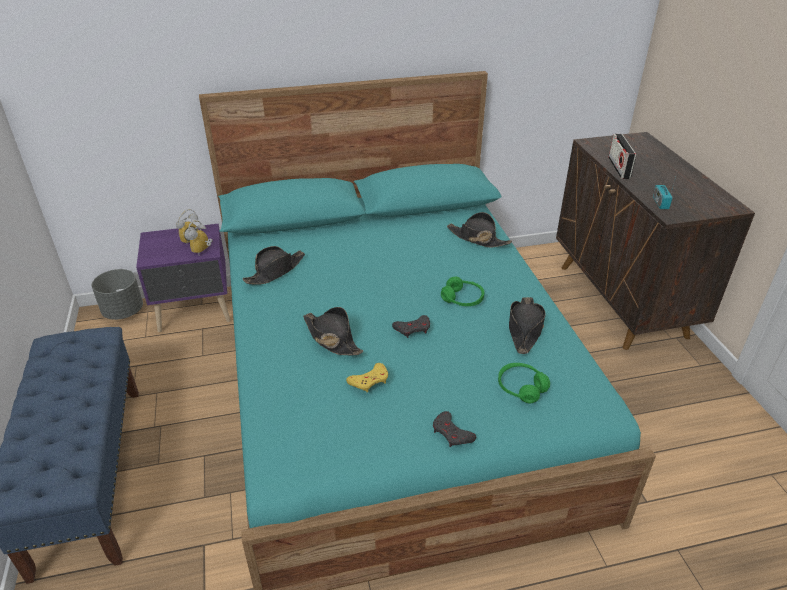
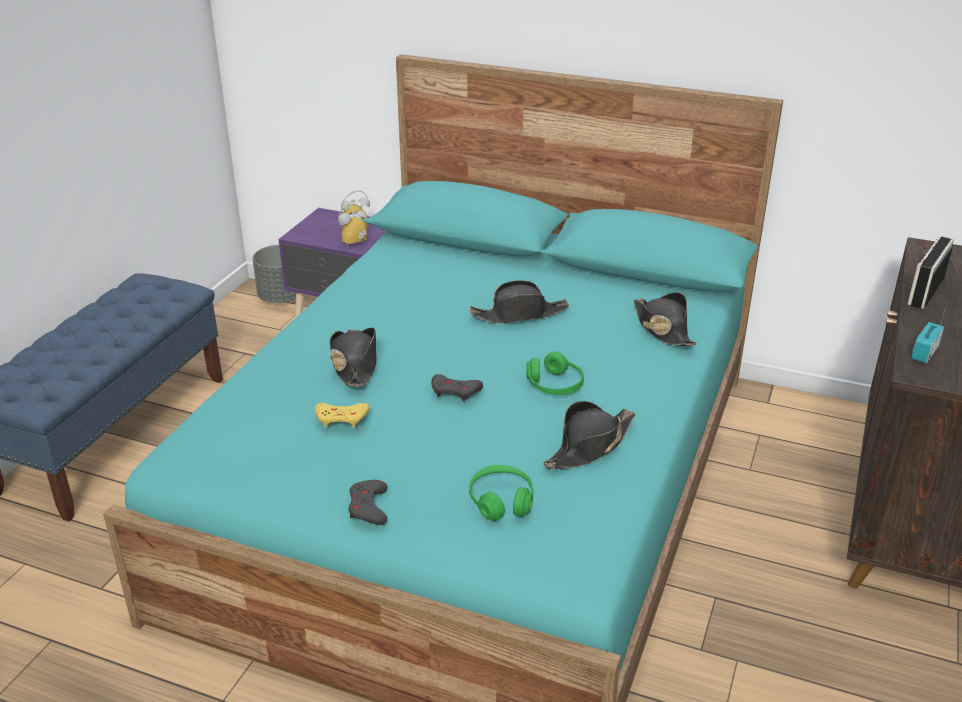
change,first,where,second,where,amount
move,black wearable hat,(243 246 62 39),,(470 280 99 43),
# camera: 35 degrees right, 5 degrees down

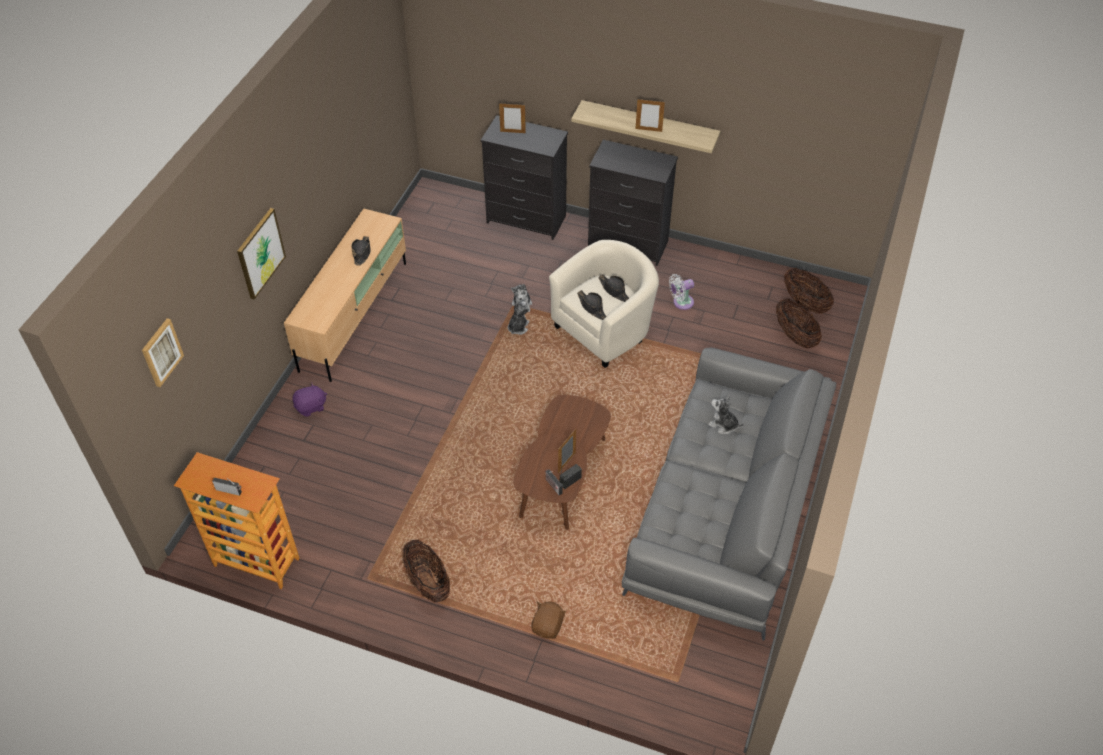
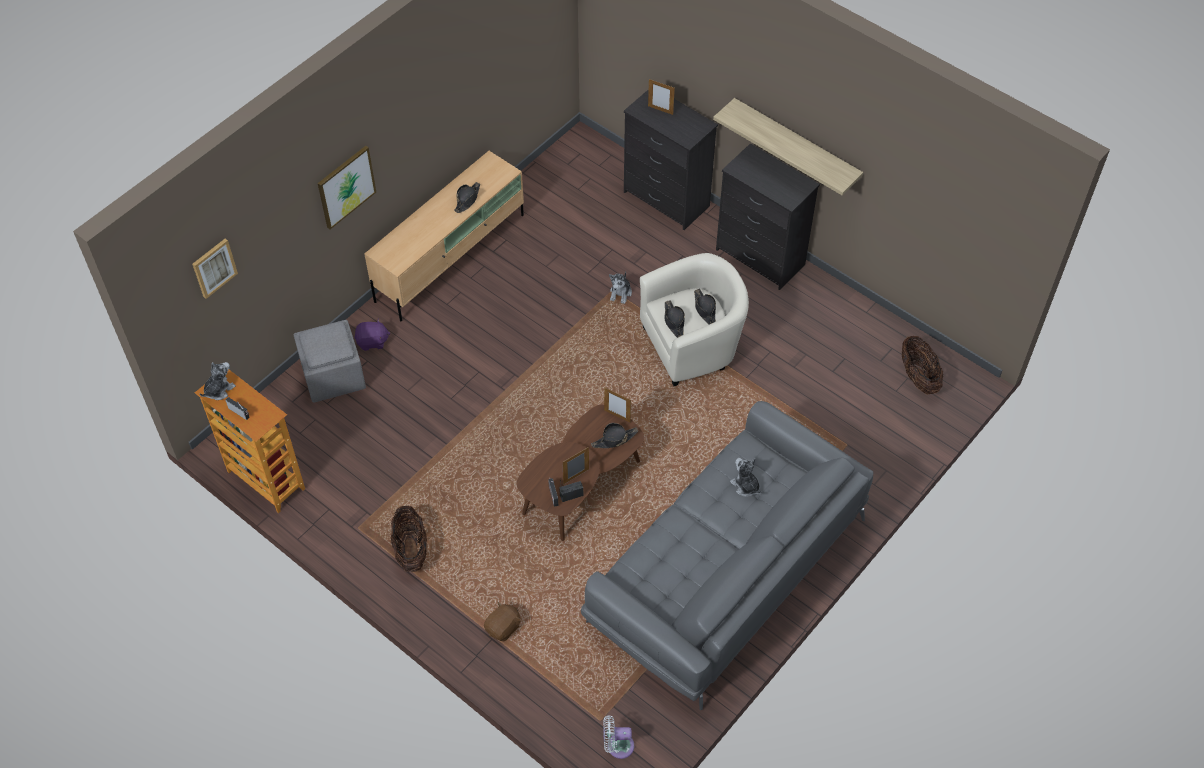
change,first,where,second,where,amount
delete,storage basket,(776 299 46 49),,,
insert,,,greyish footrest,(294 320 72 83),
insert,,,black wearable hat,(591 423 47 25),
move,soft toy,(508 301 22 34),,(199 362 37 38),
move,standing frame,(635 98 30 34),,(604 388 27 35),
move,white-coloured cooling fan,(669 274 25 36),,(603 715 31 44),
# camera: 20 degrees right, 5 degrees up

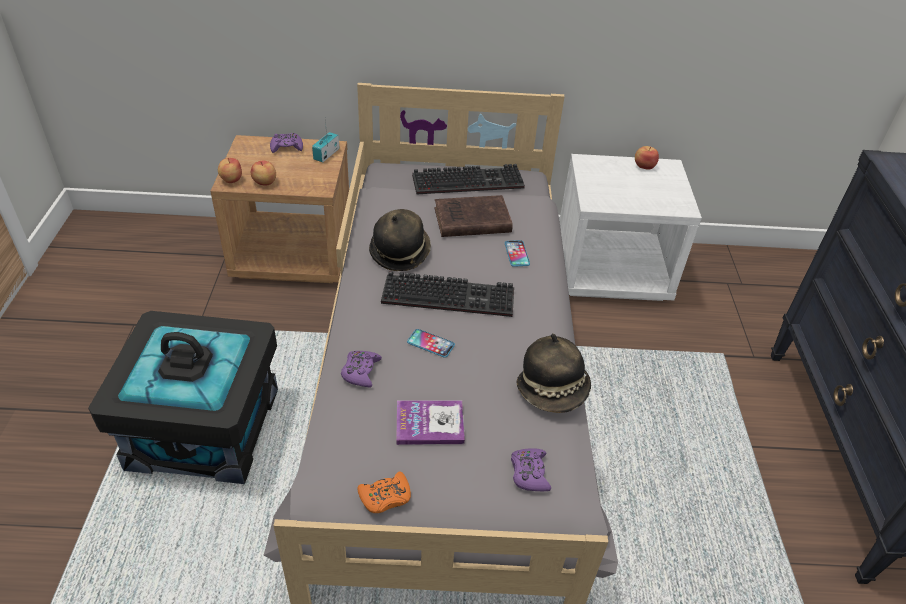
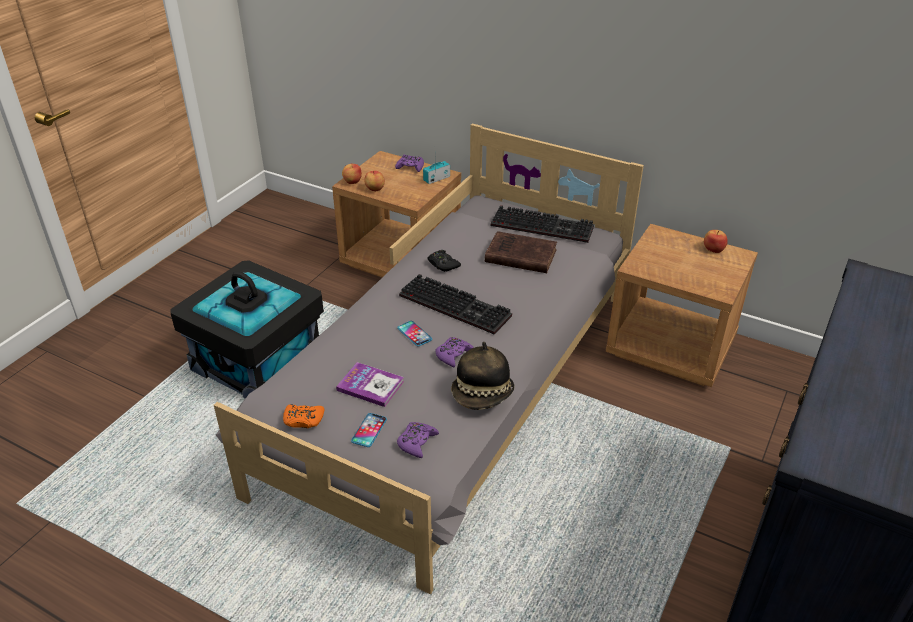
change,first,where,second,where,amount
move,purplish joypad,(341 351 41 36),,(435 337 39 30),
move,telephone,(505 240 25 27),,(351 413 36 34),
replace,wearable hat,(369 209 62 62),black joypad,(428 250 33 22),
recolor,white-coloured nightstand,(559 154 143 147),brownish nightstand,(606 224 152 163),
# camera: 30 degrees right, 5 degrees down

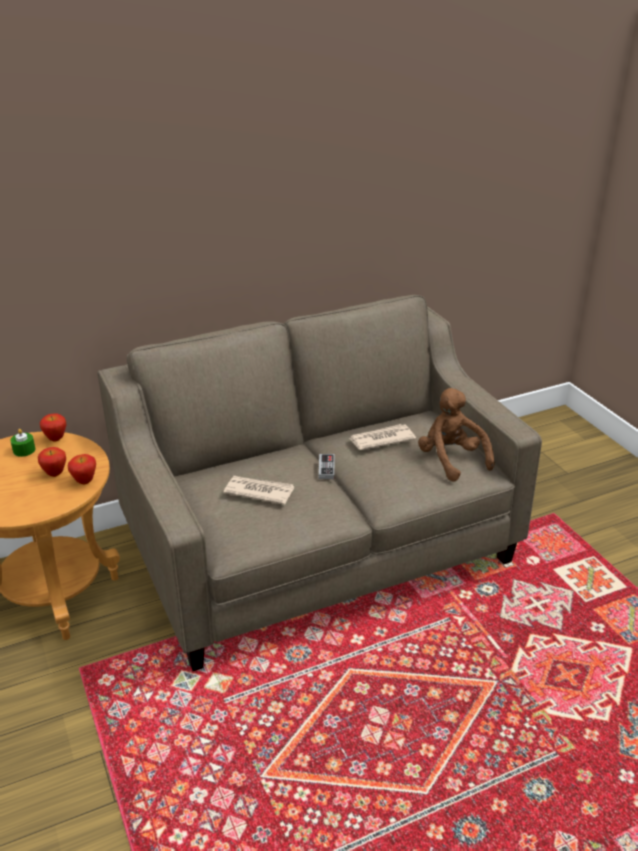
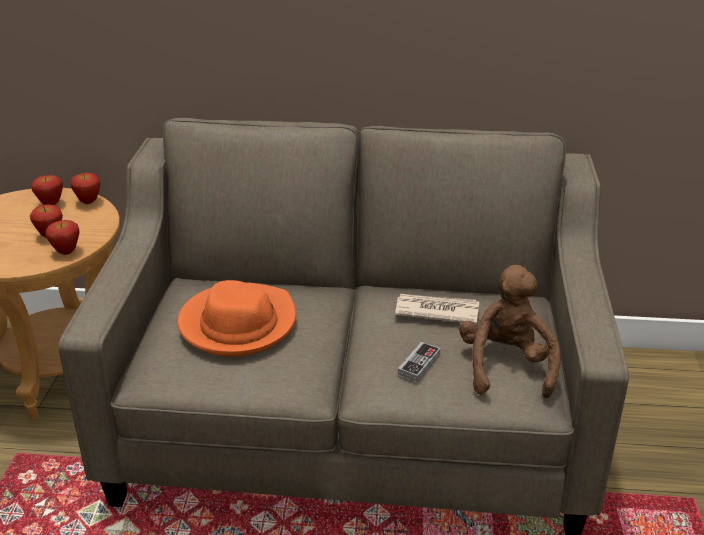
change,first,where,second,where,amount
move,joypad,(319 454 15 25),,(398 341 43 41),
replace,greenish wax candle,(10 429 25 28),apple,(31 175 32 30),
replace,newspaper,(223 476 72 29),orangey wearable hat,(177 280 119 77),
# camera: 30 degrees right, 0 degrees up

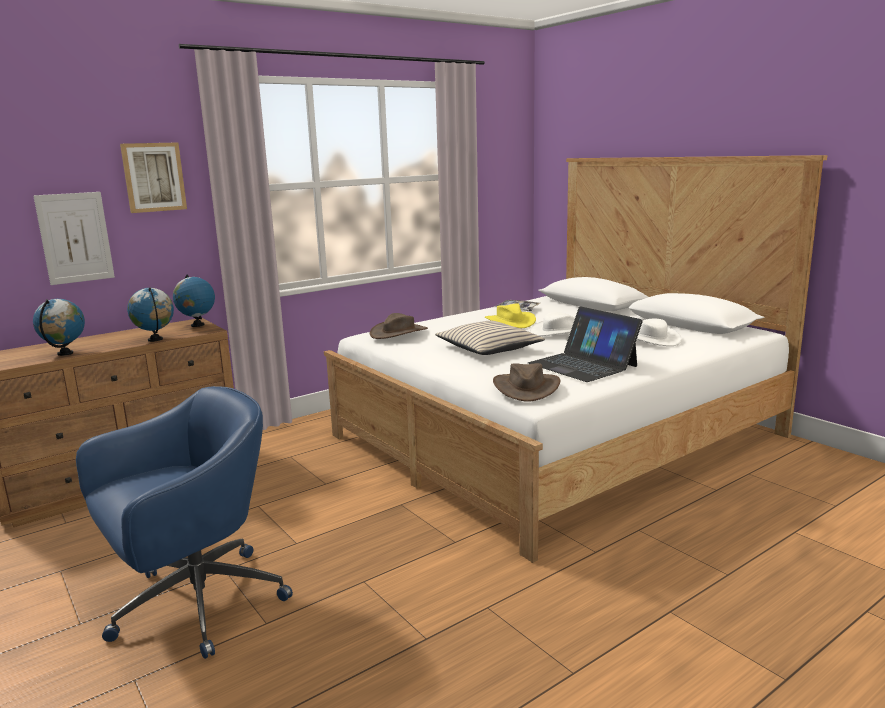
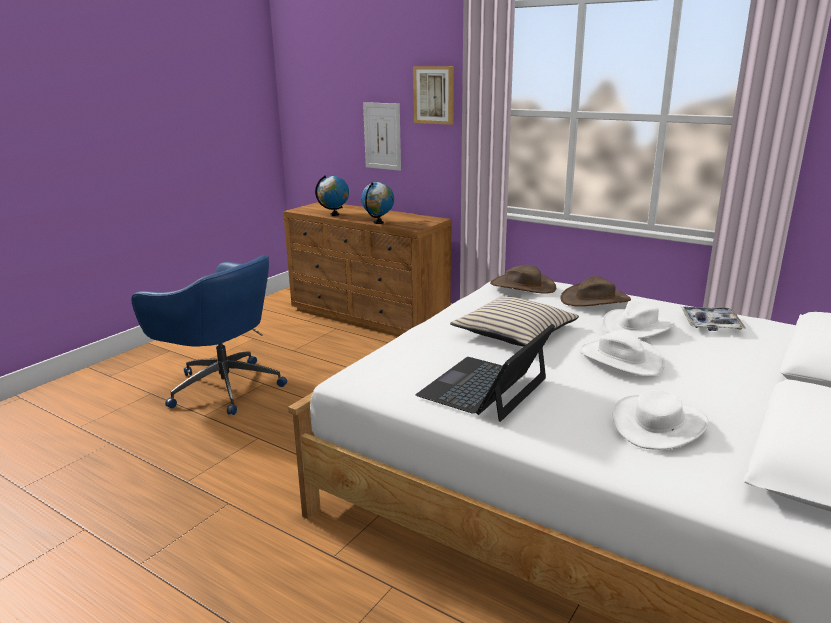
change,first,where,second,where,amount
delete,desk globe,(173 274 42 53),,,
move,brownish wearable hat,(493 363 67 39),,(560 276 71 30),
recolor,yellowish wearable hat,(485 303 51 25),white-coloured wearable hat,(602 301 73 38),
# camera: 70 degrees right, 5 degrees up

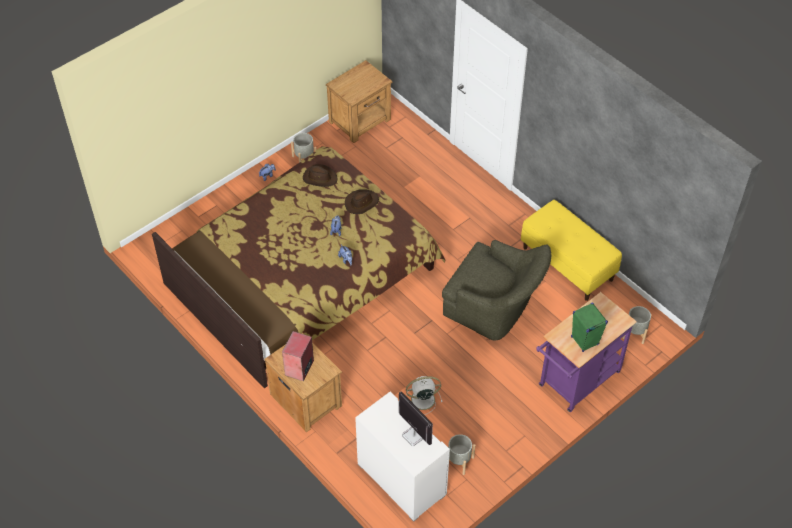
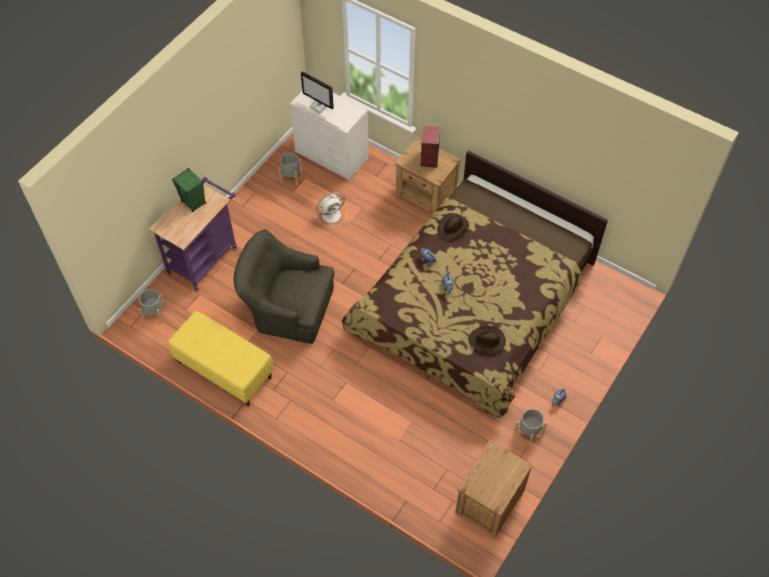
change,first,where,second,where,amount
move,brownish wearable hat,(345 190 34 24),,(438 213 31 27),
# camera: 165 degrees right, 5 degrees up

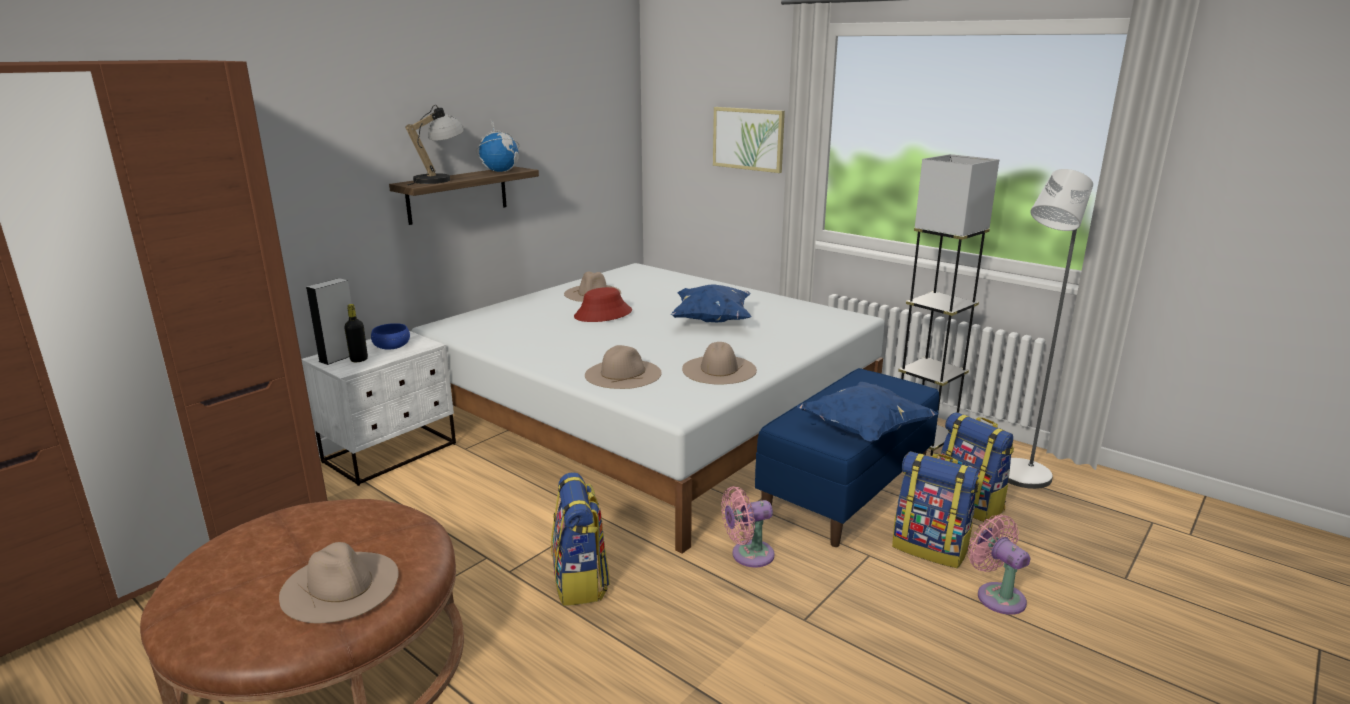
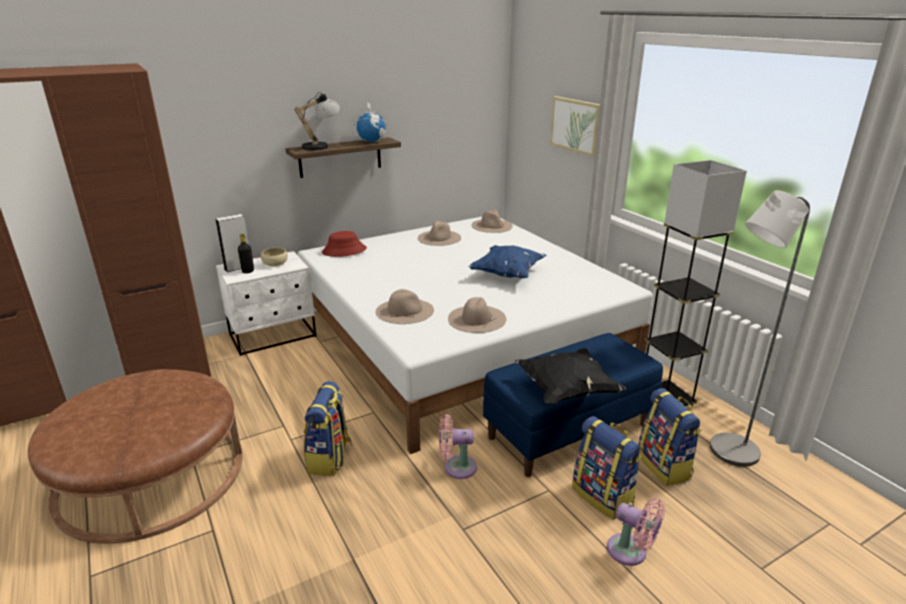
change,first,where,second,where,amount
move,sand-coloured wearable hat,(279 542 120 81),,(471 210 42 23),
move,reddish wearable hat,(574 287 58 35),,(322 231 45 26),
recolor,blue-coloured serving bowl,(371 323 39 27),sand-coloured serving bowl,(261 248 27 18),
recolor,blue-coloured throw pillow,(797 382 141 60),black throw pillow,(515 348 111 56),
rotate,pinkish cooling fan,(968 515 62 100),,(607 498 58 68),135 degrees clockwise
# camera: 20 degrees right, 5 degrees up

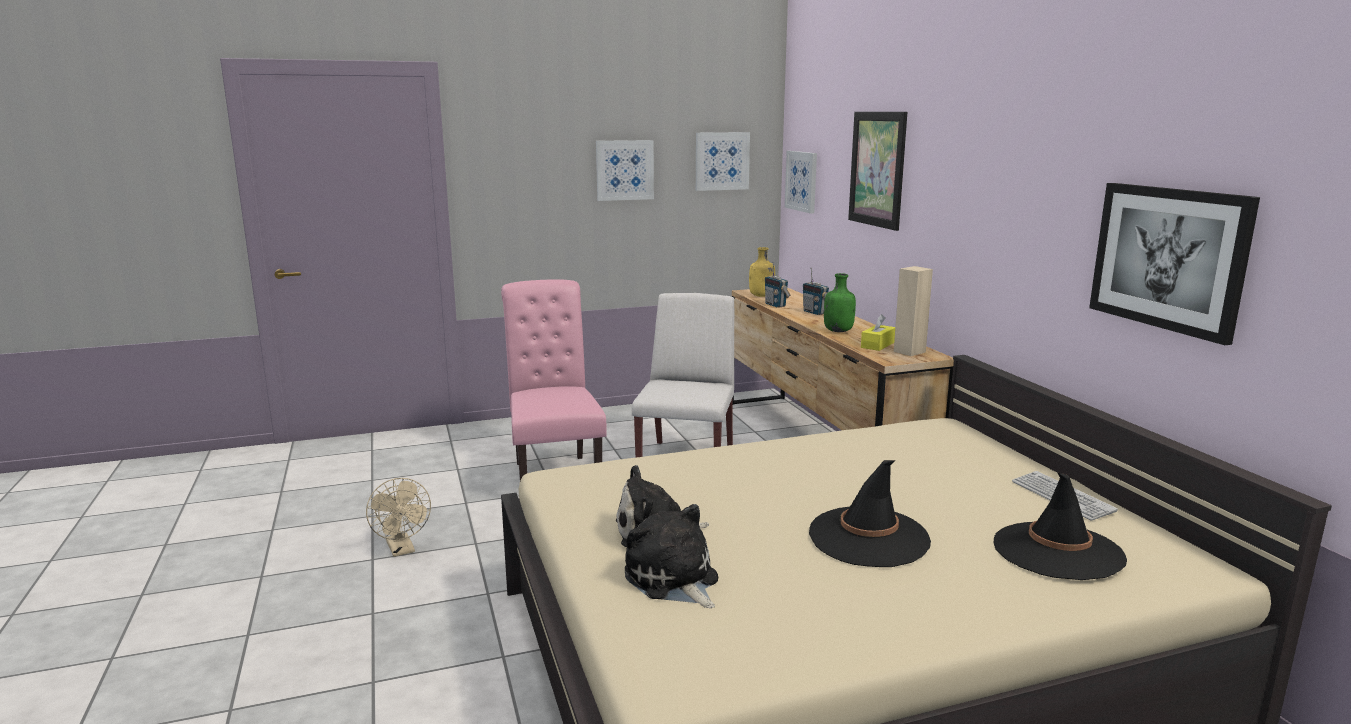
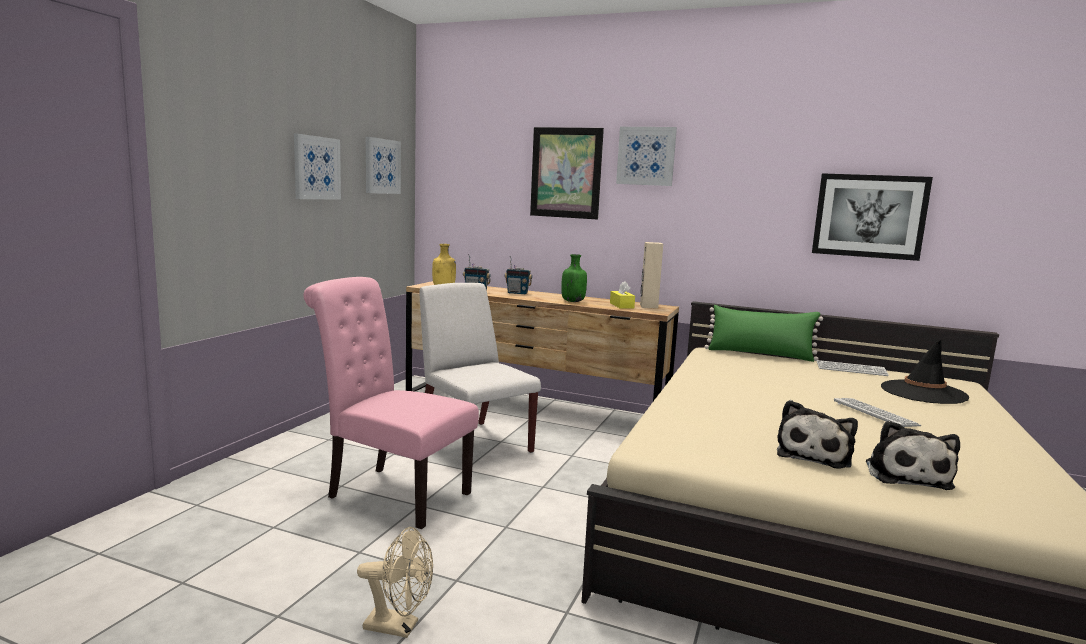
change,first,where,second,where,amount
insert,,,greenish throw pillow,(704 305 119 57),
move,wall picture,(785 151 32 62),,(616 127 61 59),
replace,black wearable hat,(809 460 122 107),computer keyboard,(834 398 87 29),
rotate,soft toy,(625 504 93 104),,(866 421 94 69),90 degrees counterclockwise
# camera: 50 degrees left, 5 degrees down

